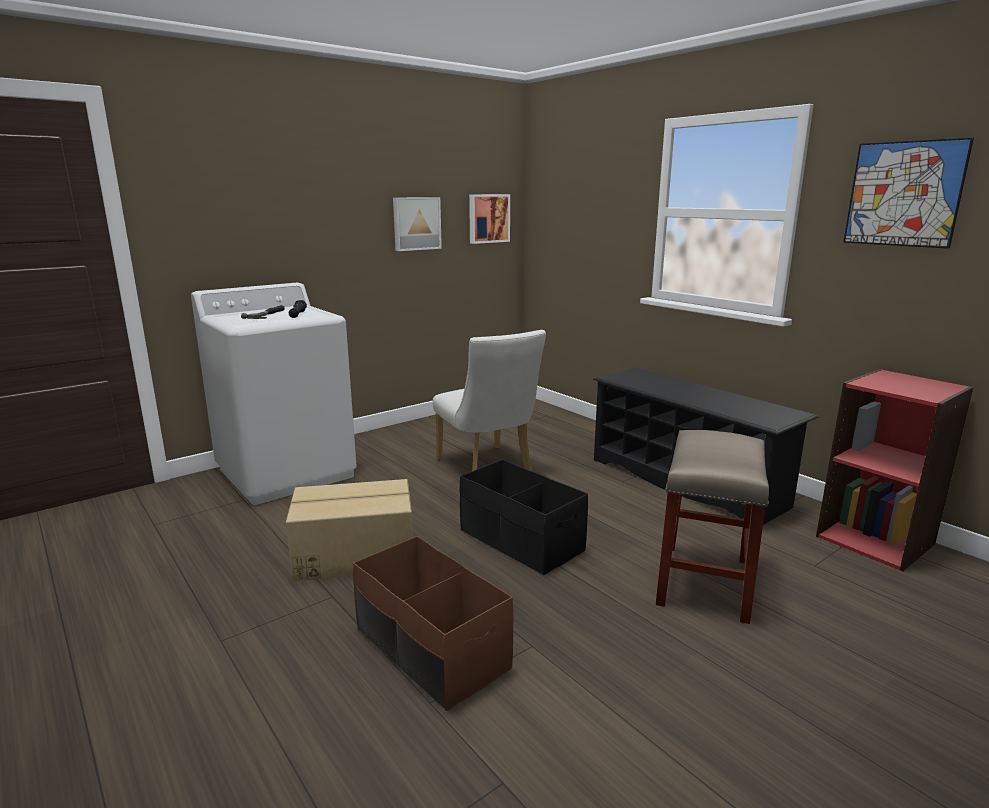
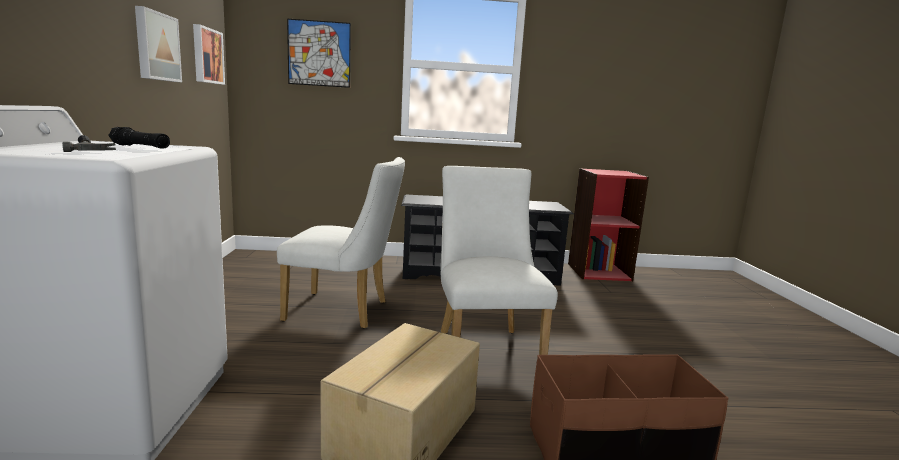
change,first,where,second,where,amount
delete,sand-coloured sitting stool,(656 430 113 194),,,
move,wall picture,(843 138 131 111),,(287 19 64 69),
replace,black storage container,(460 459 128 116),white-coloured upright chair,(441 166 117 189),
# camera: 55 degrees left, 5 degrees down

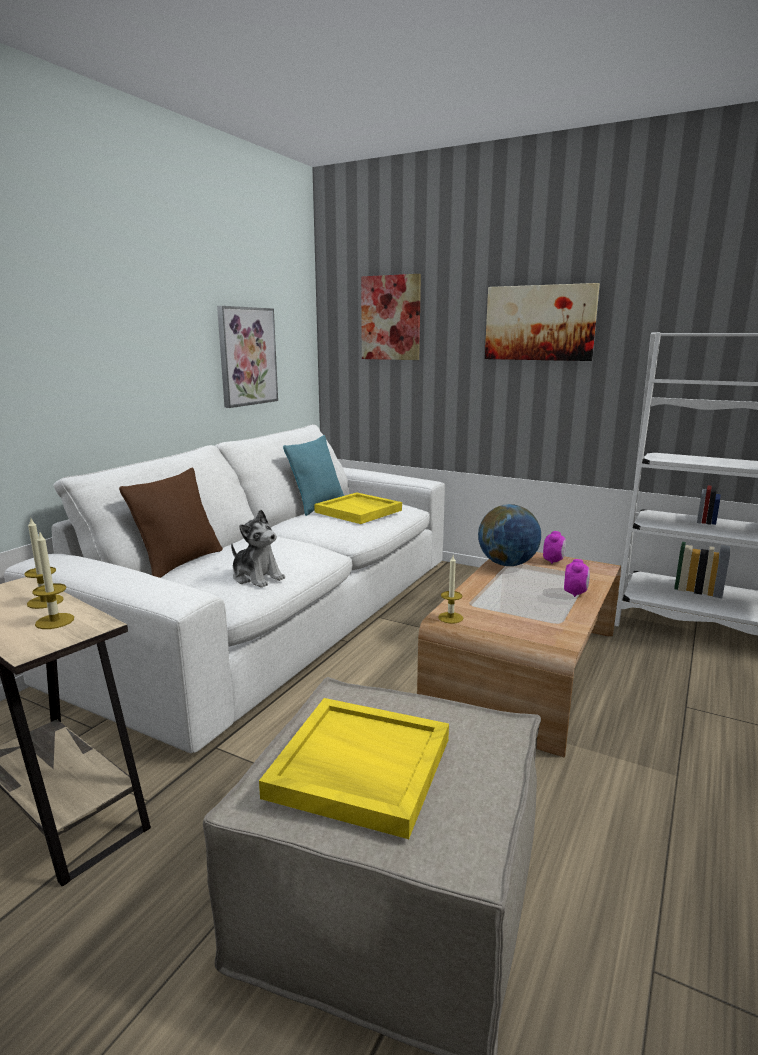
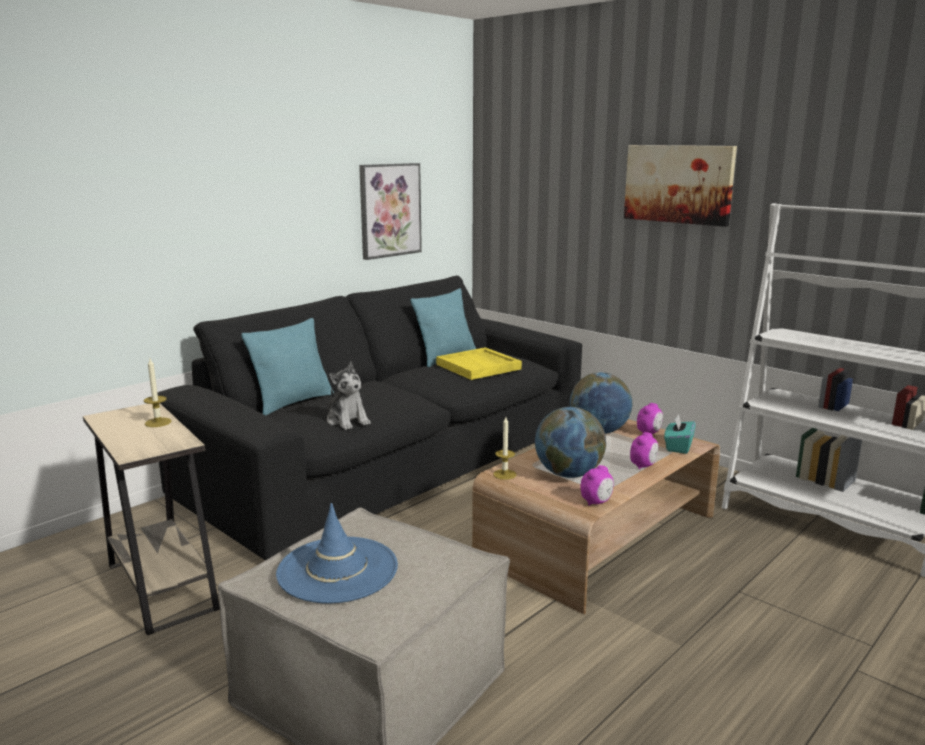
change,first,where,second,where,amount
delete,wax candle,(32 531 42 98),,,
delete,wall picture,(361 274 60 86),,,
insert,,,desk globe,(535 407 71 71),
insert,,,bedside clock,(580 465 34 41),
insert,,,turquoise box of tissues,(664 414 32 40),
replace,yellowish tray,(259 698 190 141),blue-coloured wearable hat,(276 503 122 101),
recolor,white-coloured settee,(4 424 441 329),black settee,(157 276 425 284),
recolor,brownish throw pillow,(119 468 104 110),turquoise throw pillow,(242 318 92 98),
# camera: 15 degrees right, 0 degrees up

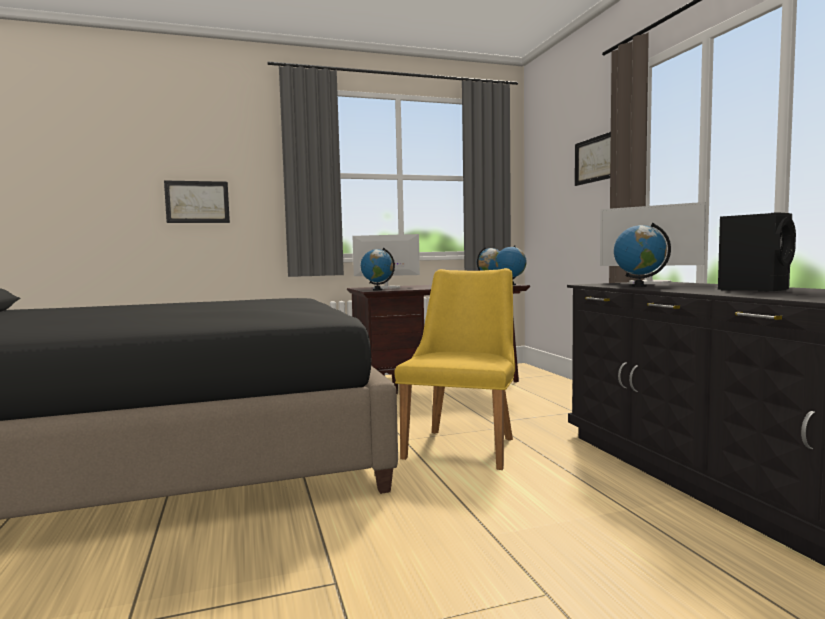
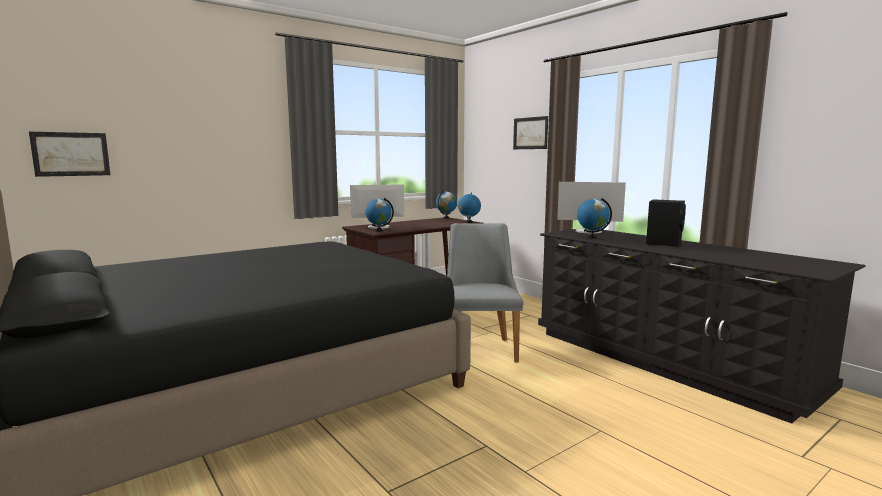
change,first,where,second,where,amount
move,wall picture,(164 181 66 42),,(29 132 81 45),
recolor,yellowish upright chair,(395 268 120 202),greyish upright chair,(447 223 76 139),
# camera: 20 degrees left, 5 degrees up

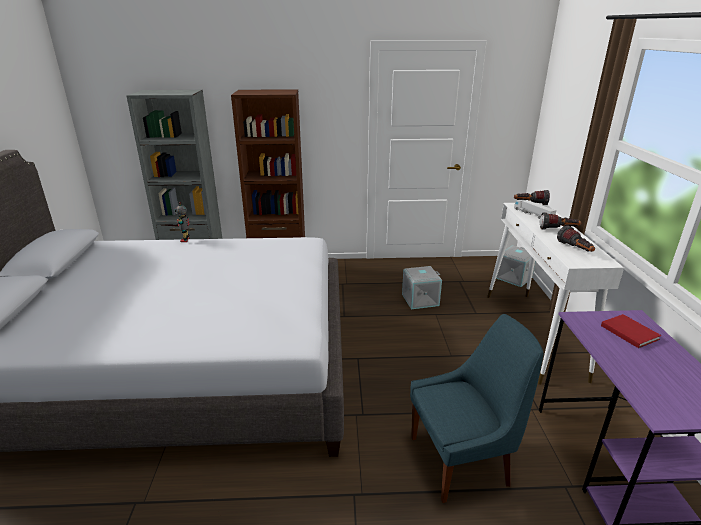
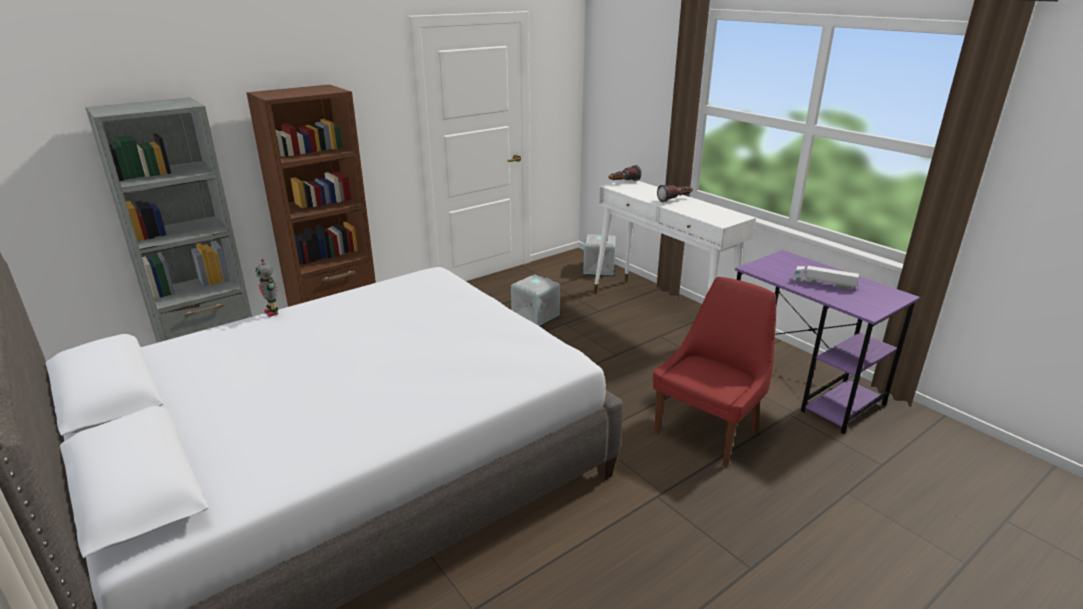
change,first,where,second,where,amount
delete,torch,(557 226 38 26),,,
delete,reddish volume,(601 314 60 34),,,
move,model truck,(514 200 42 19),,(793 266 66 24),
recolor,blue-coloured upright chair,(410 314 134 189),reddish upright chair,(653 277 123 190),
# camera: 35 degrees left, 0 degrees up

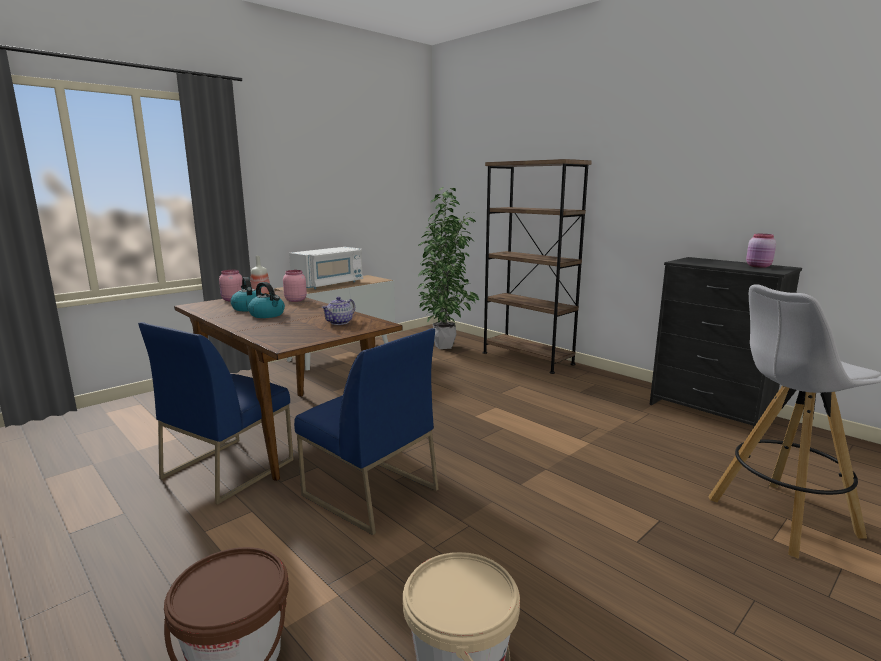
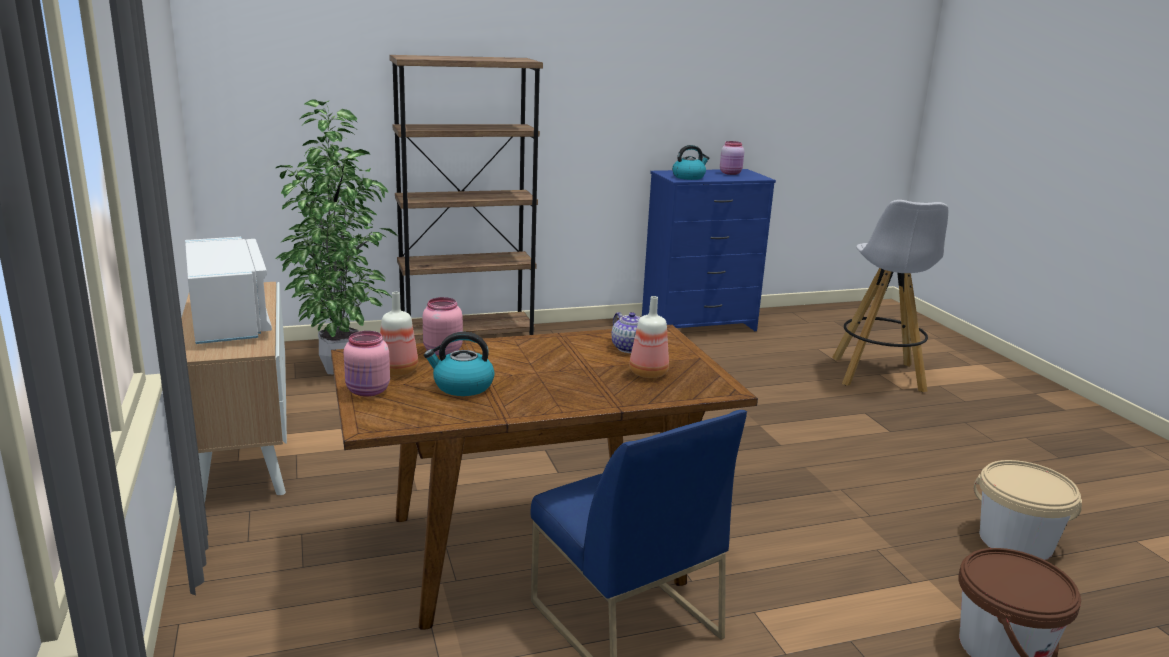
change,first,where,second,where,amount
delete,blue-coloured upright chair,(294 328 144 207),,,
insert,,,drink bottle,(629 296 40 82),
move,kettle,(248 282 37 36),,(672 145 37 35),
recolor,black dresser,(650 257 152 171),blue-coloured dresser,(642 169 134 162),
# camera: 65 degrees left, 5 degrees up

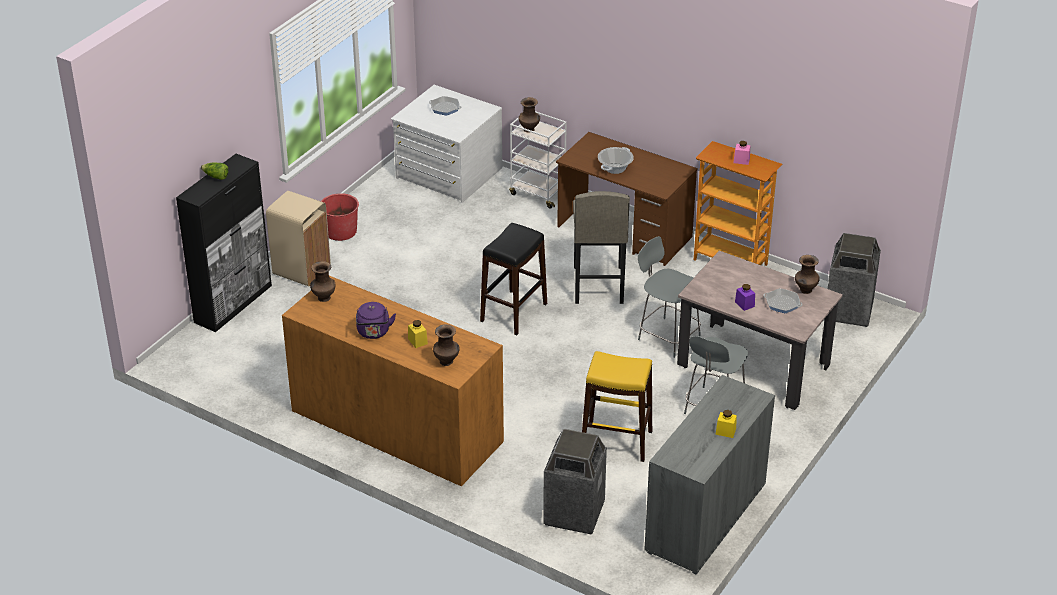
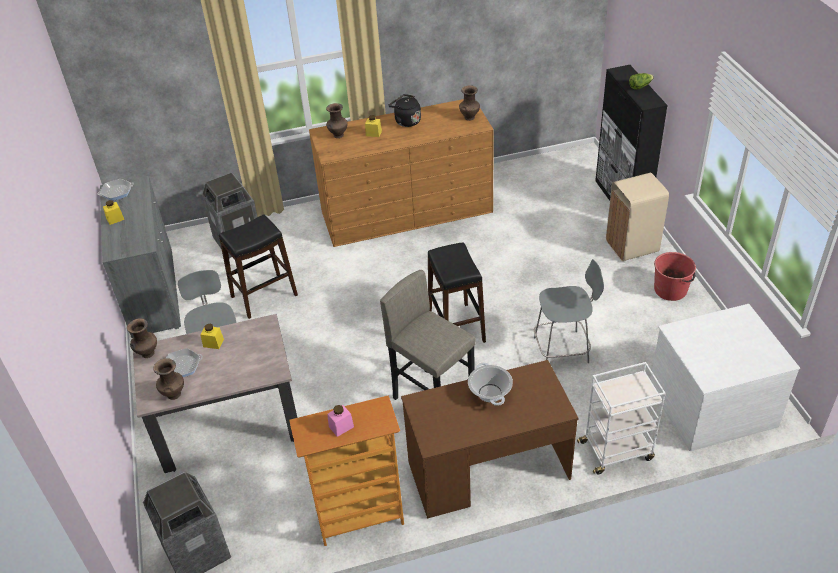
change,first,where,second,where,amount
move,frying pan,(429 96 32 20),,(97 179 37 22),
move,brownish flower vase,(519 97 21 36),,(127 318 30 40),
move,greyish upright chair,(638 236 63 122),,(534 259 70 104),
recolor,purplish kettle,(356 302 40 37),black kettle,(389 94 32 33),
recolor,yellowish sitting stool,(582 351 70 111),black sitting stool,(219 215 79 104),
recolor,purplish storage jar,(735 284 20 27),yellowish storage jar,(200 324 24 25),
# camera: 135 degrees right, 5 degrees up

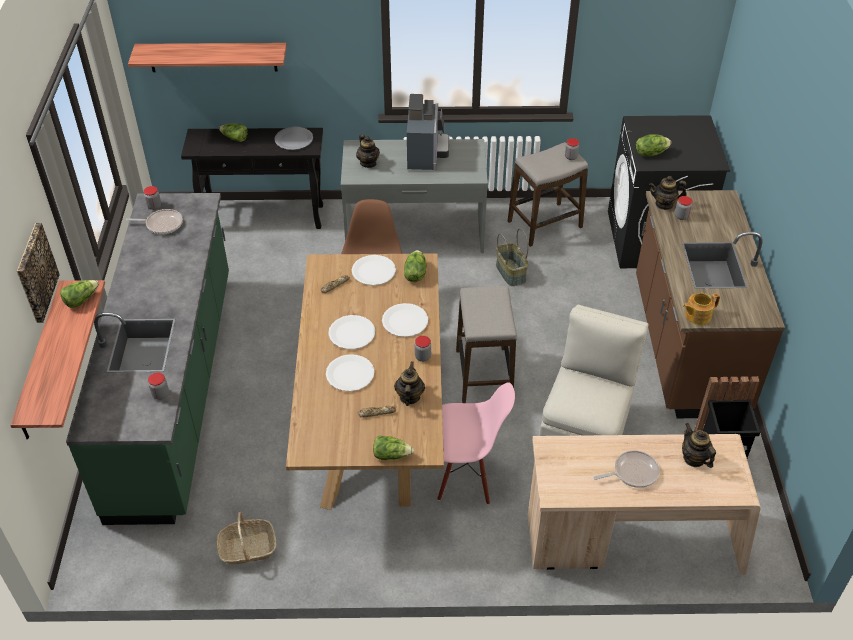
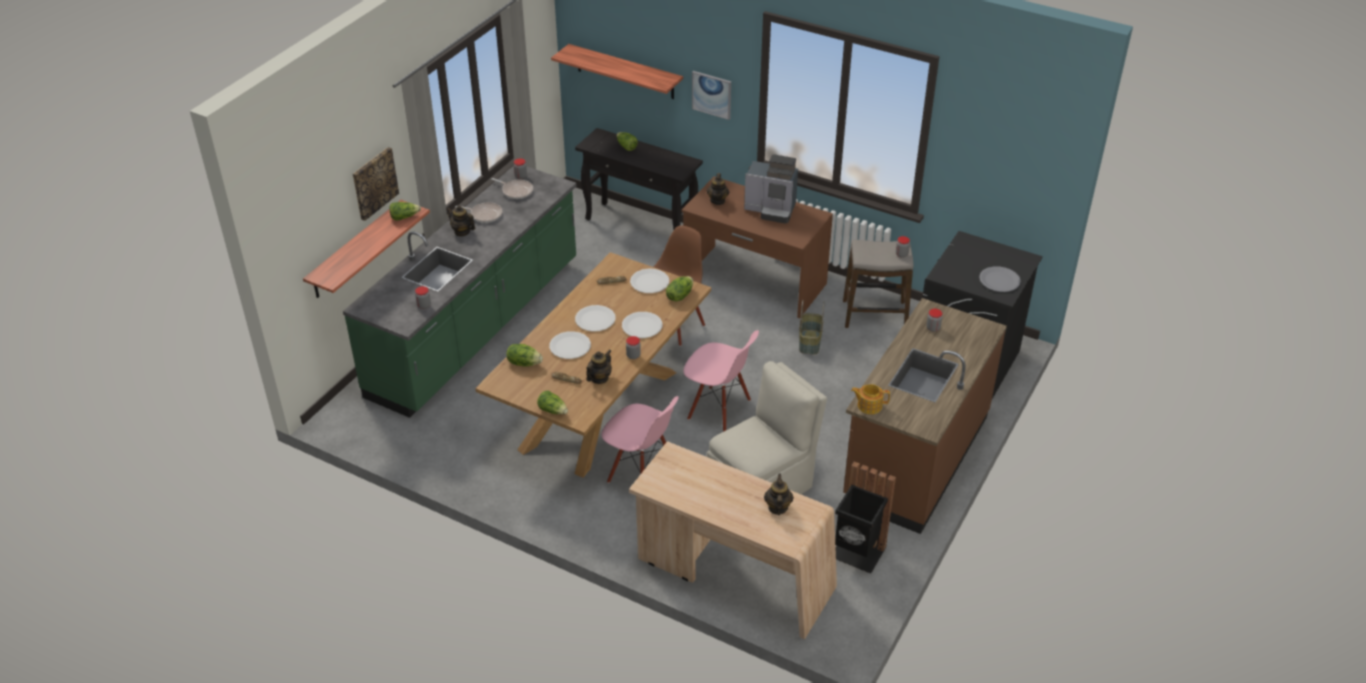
change,first,where,second,where,amount
delete,storage basket,(217 512 59 53),,,
insert,,,wall picture,(692 71 39 49),
move,greyish dinner plate,(274 127 39 23),,(979 267 42 25),
move,frying pan,(593 450 67 38),,(455 202 47 21),
move,lettuce head,(636 134 35 22),,(506 344 37 23),
move,tea pot,(649 176 38 34),,(447 205 28 32),
replace,sitting stool,(456 286 61 117),pinkish upright chair,(683 330 76 102),
recolor,greyish desk,(341 139 147 114),brownish desk,(682 176 151 142),
rotate,coffee machine,(407 94 42 76),,(744 154 54 69),75 degrees clockwise
# camera: 30 degrees right, 5 degrees down

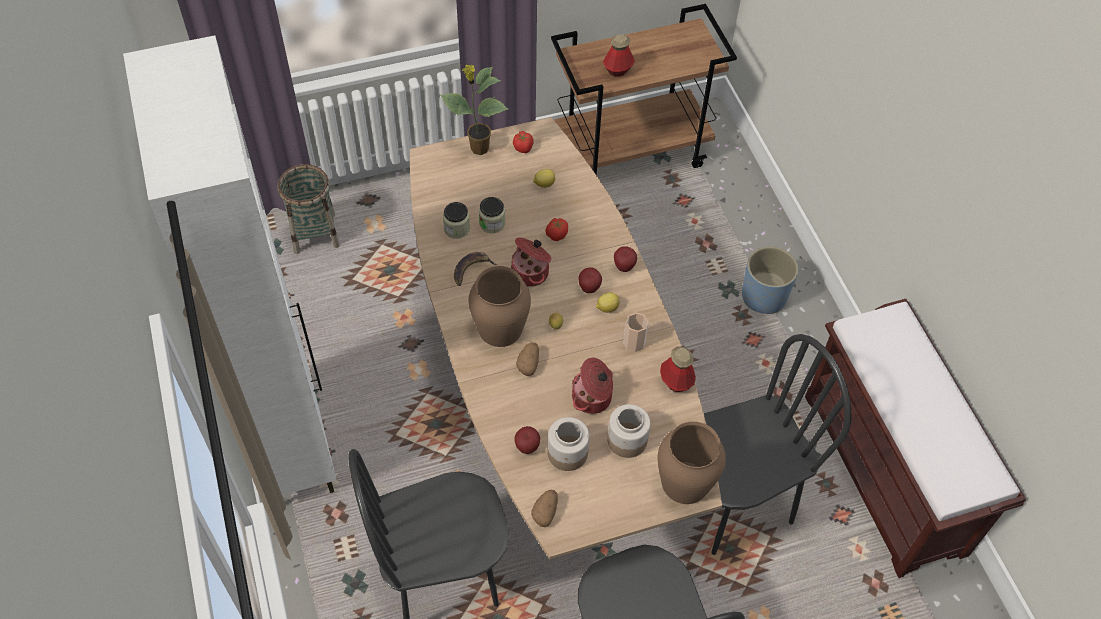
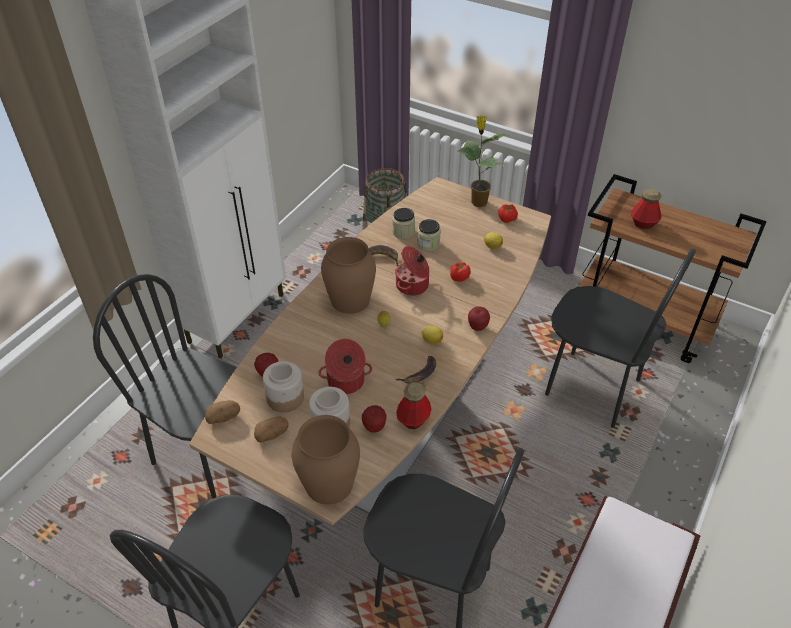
change,first,where,second,where,amount
delete,blue-coloured plant pot,(742 246 56 68),,,
insert,,,black upright chair,(545 248 151 180),
move,spud,(516 342 23 34),,(254 417 35 25),
move,apple,(578 267 24 26),,(362 405 24 28),
replace,drinking cup,(623 313 26 39),whole banana,(396 355 40 28),
# camera: 50 degrees right, 10 degrees down

